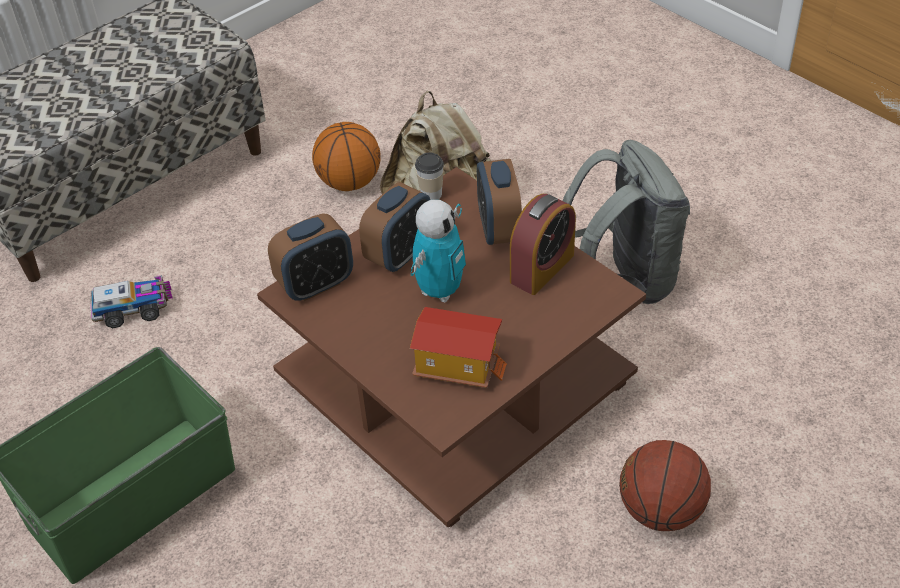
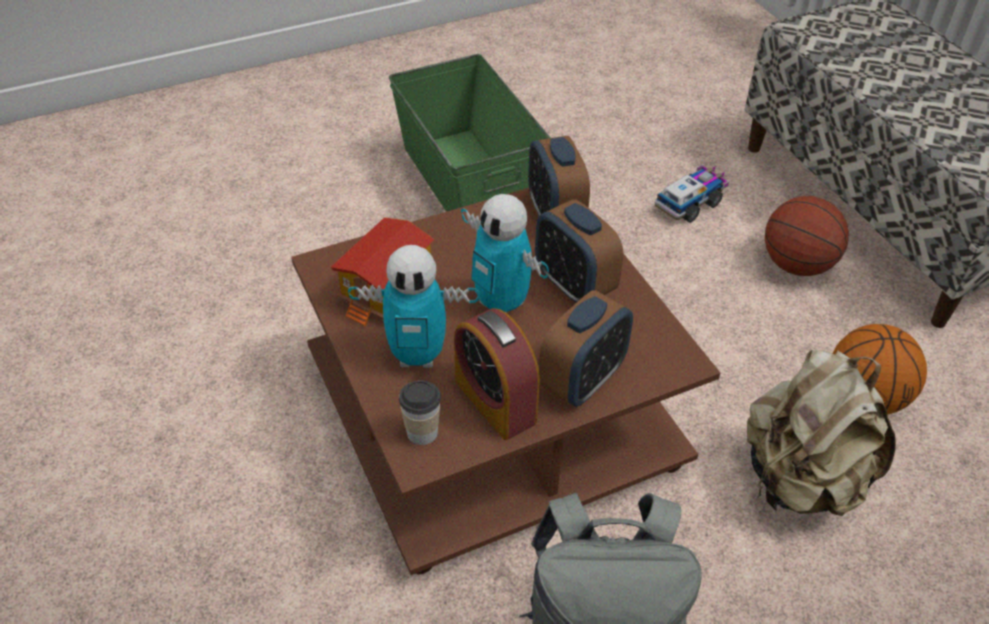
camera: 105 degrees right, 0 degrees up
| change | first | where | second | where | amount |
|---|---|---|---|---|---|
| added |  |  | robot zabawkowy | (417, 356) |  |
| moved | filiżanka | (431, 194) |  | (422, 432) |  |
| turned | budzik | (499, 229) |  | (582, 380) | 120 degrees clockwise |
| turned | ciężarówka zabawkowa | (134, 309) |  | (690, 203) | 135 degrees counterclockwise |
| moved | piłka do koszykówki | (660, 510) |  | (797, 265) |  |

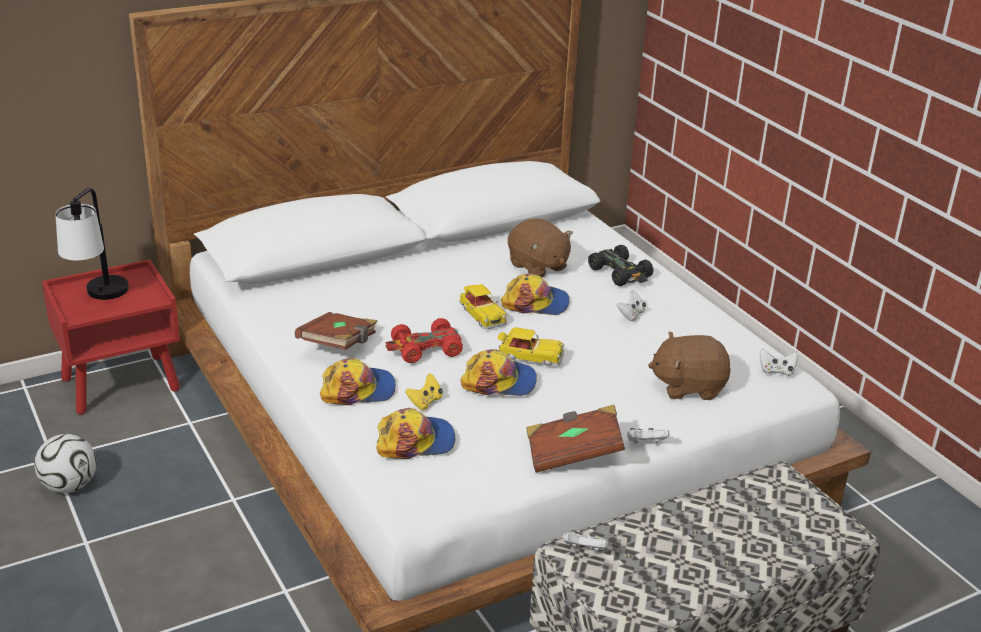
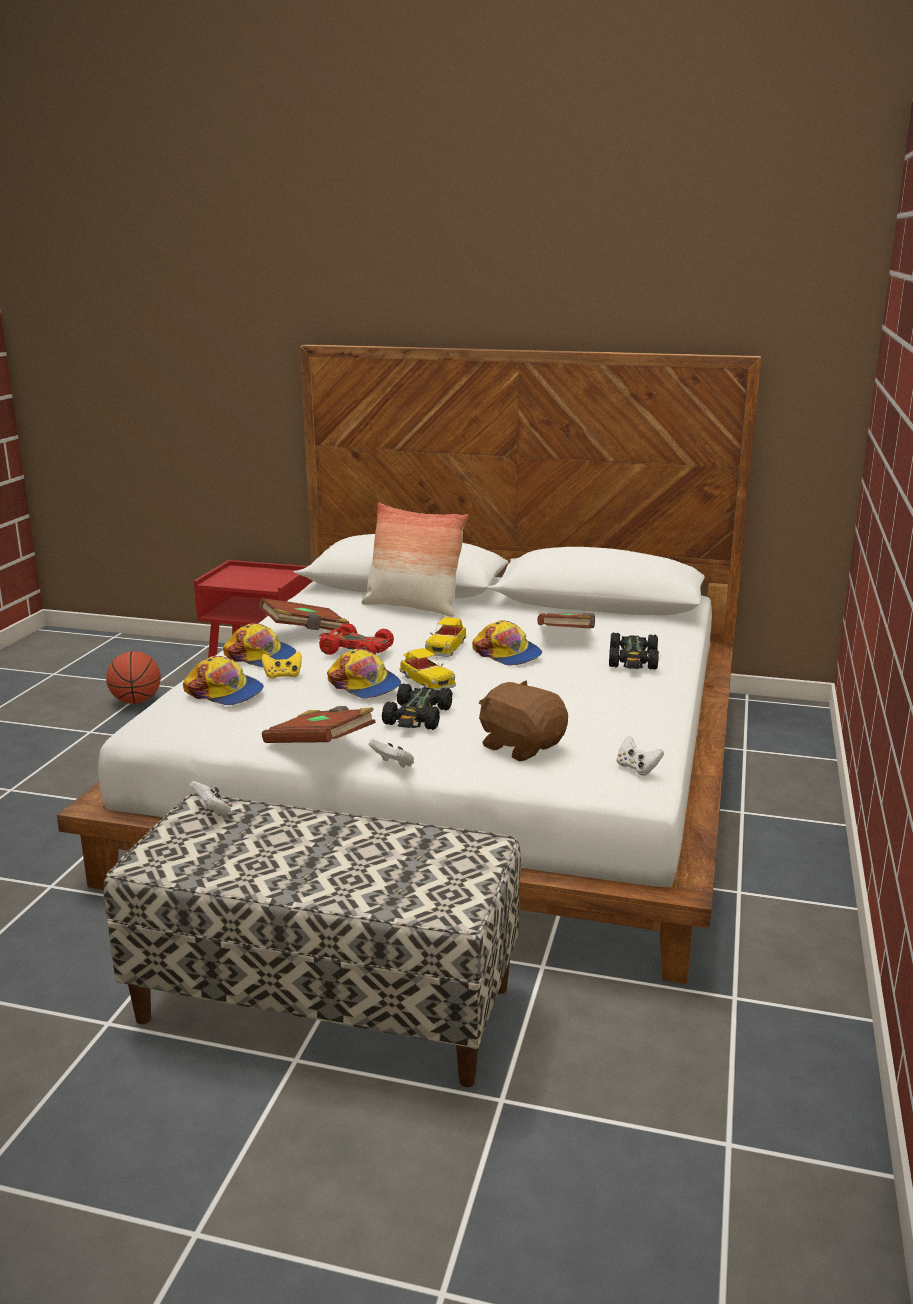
camera: 45 degrees right, 10 degrees down
| change | first | where | second | where | amount |
|---|---|---|---|---|---|
| replaced | piłka futbolowa | (69, 486) | piłka do koszykówki | (136, 701) |  |
| added |  |  | poduszka | (412, 607) |  |
| added |  |  | samochodzik (czarny) | (418, 717) |  |
| replaced | pluszak (brązowy) | (537, 266) | książka (brązowy) | (565, 636) |  |
| removed | lampa stołowa | (99, 299) |  |  |  |
| removed | pad do gier (biały) | (631, 315) |  |  |  |

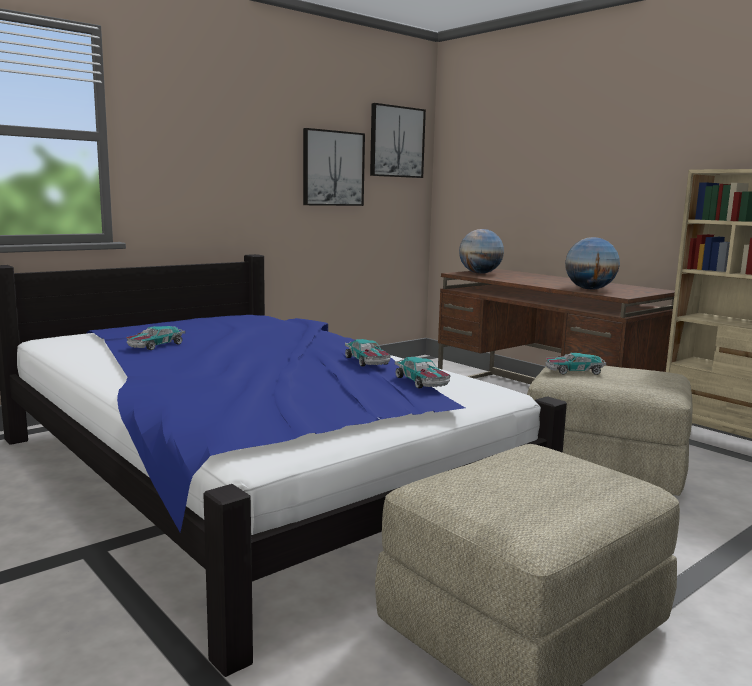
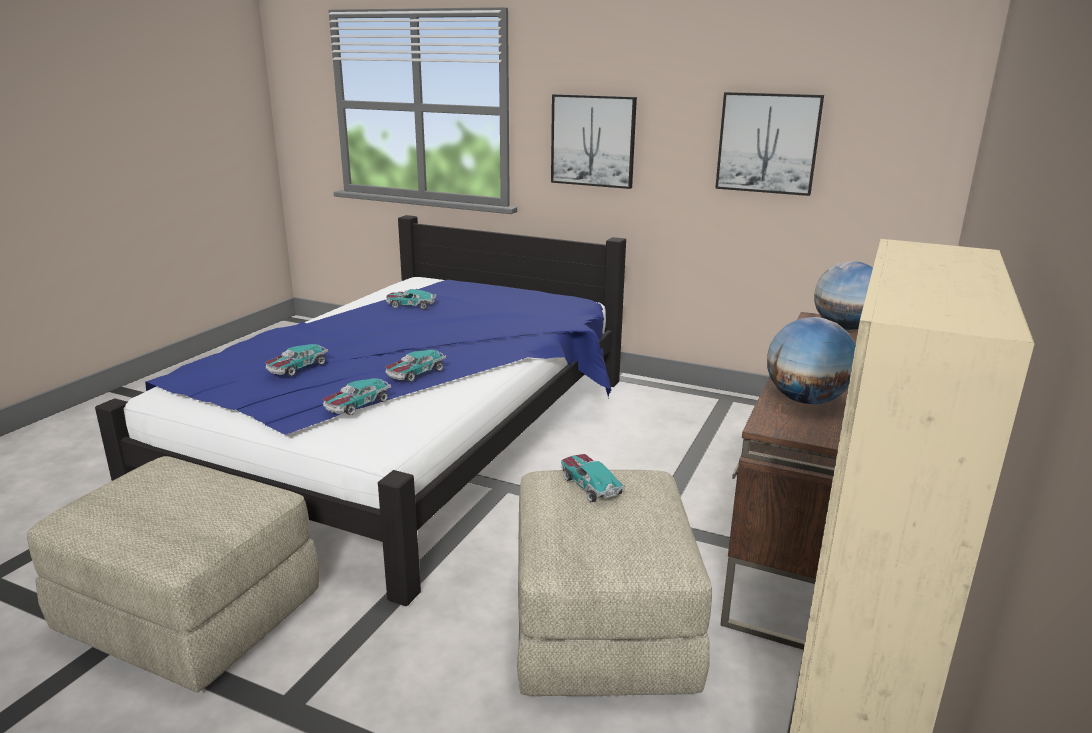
camera: 65 degrees right, 10 degrees up
| change | first | where | second | where | amount |
|---|---|---|---|---|---|
| added |  |  | samochodzik | (297, 367) |  |
| moved | obraz | (396, 142) |  | (593, 141) |  |

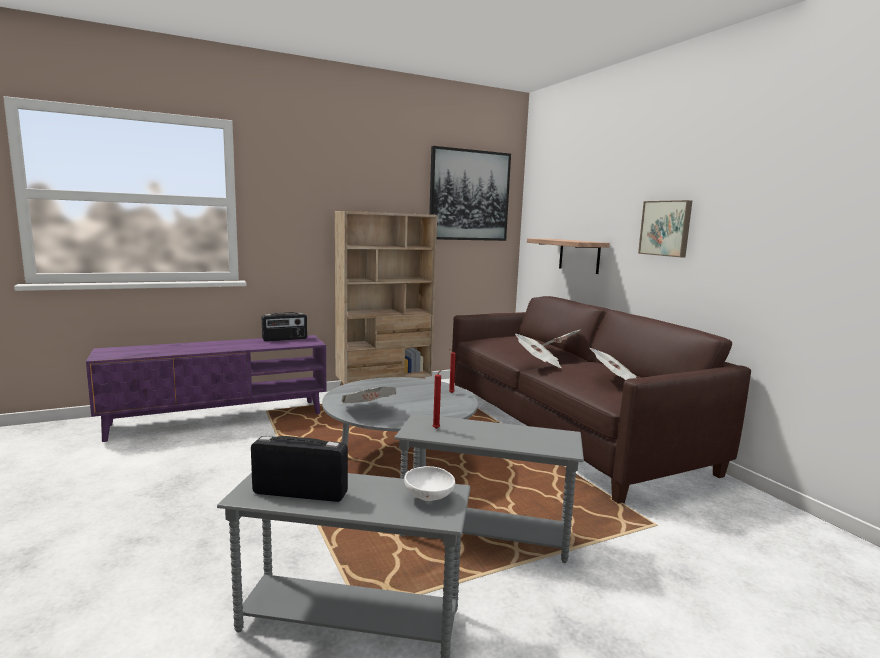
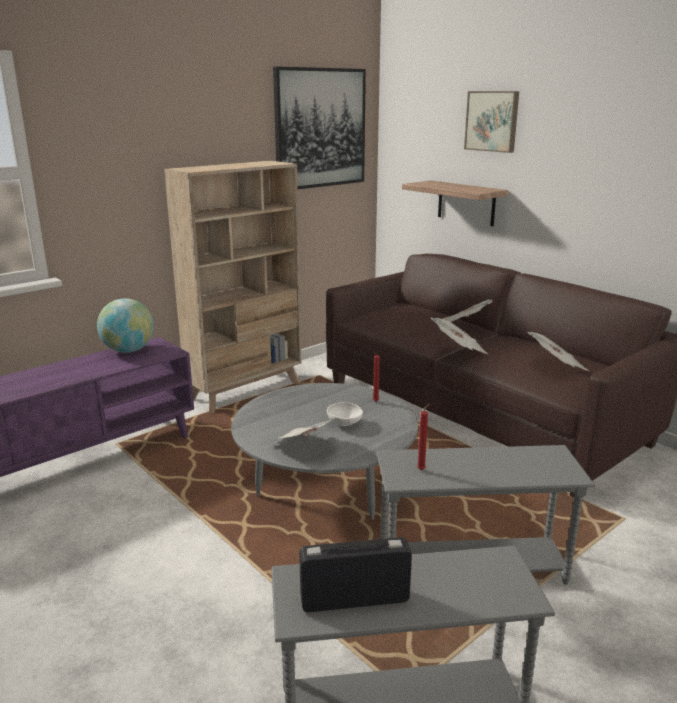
camera: 15 degrees left, 10 degrees up
| change | first | where | second | where | amount |
|---|---|---|---|---|---|
| replaced | radio | (285, 339) | globus | (128, 350) |  |
| moved | miska (biały) | (429, 498) |  | (345, 424) |  |
| moved | obraz | (666, 228) |  | (492, 121) |  |

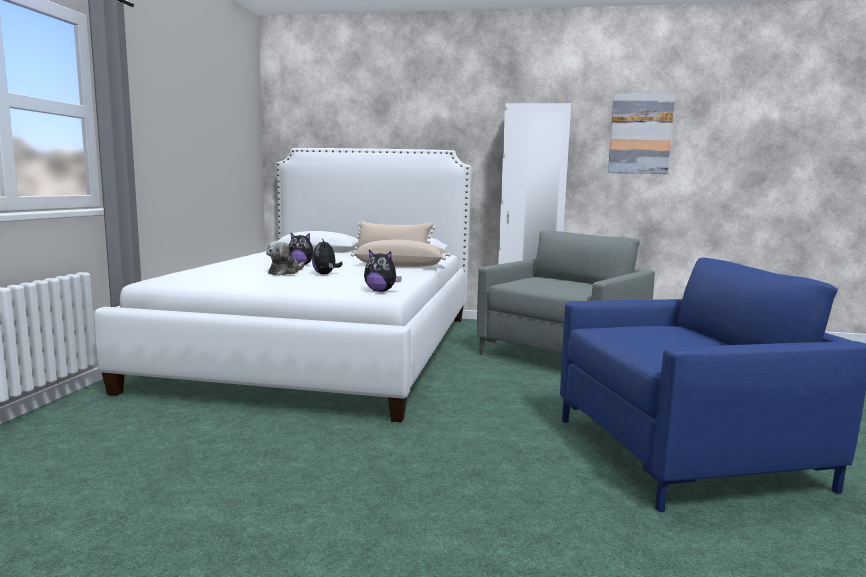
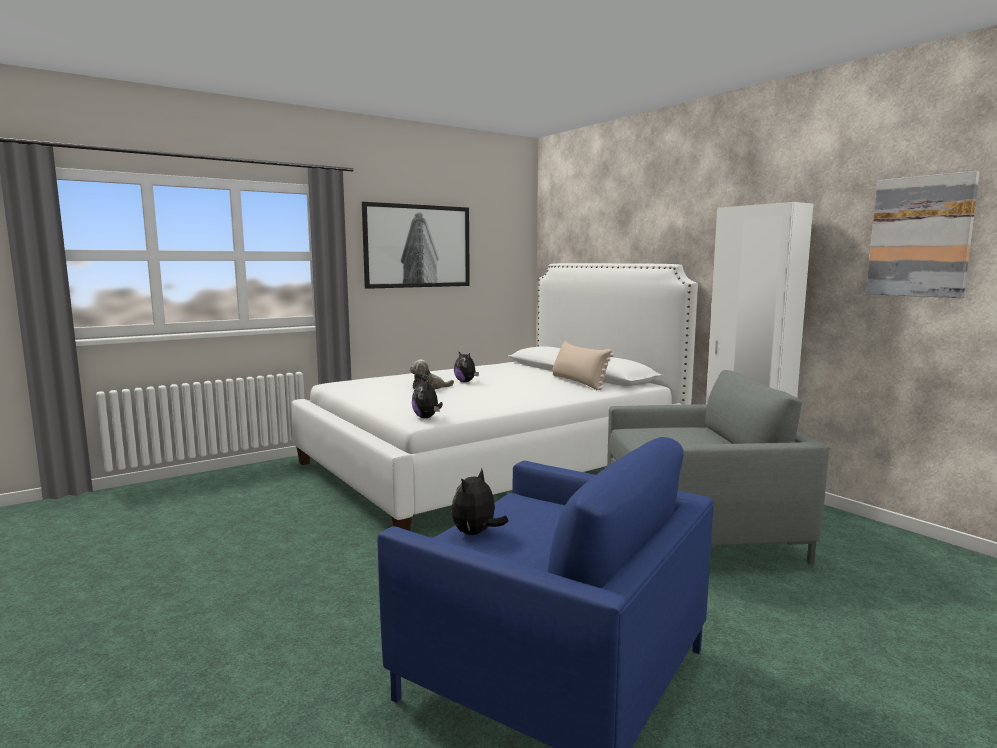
camera: 45 degrees right, 0 degrees up
| change | first | where | second | where | amount |
|---|---|---|---|---|---|
| added |  |  | obraz | (418, 246) |  |
| moved | pluszak | (325, 274) |  | (476, 533) |  |
| removed | poduszka (beżowy) | (401, 266) |  |  |  |

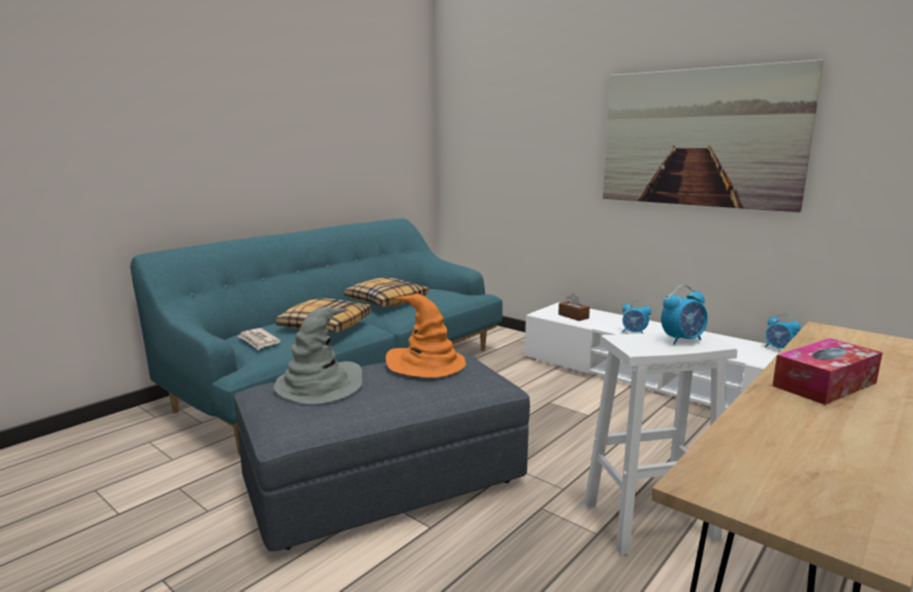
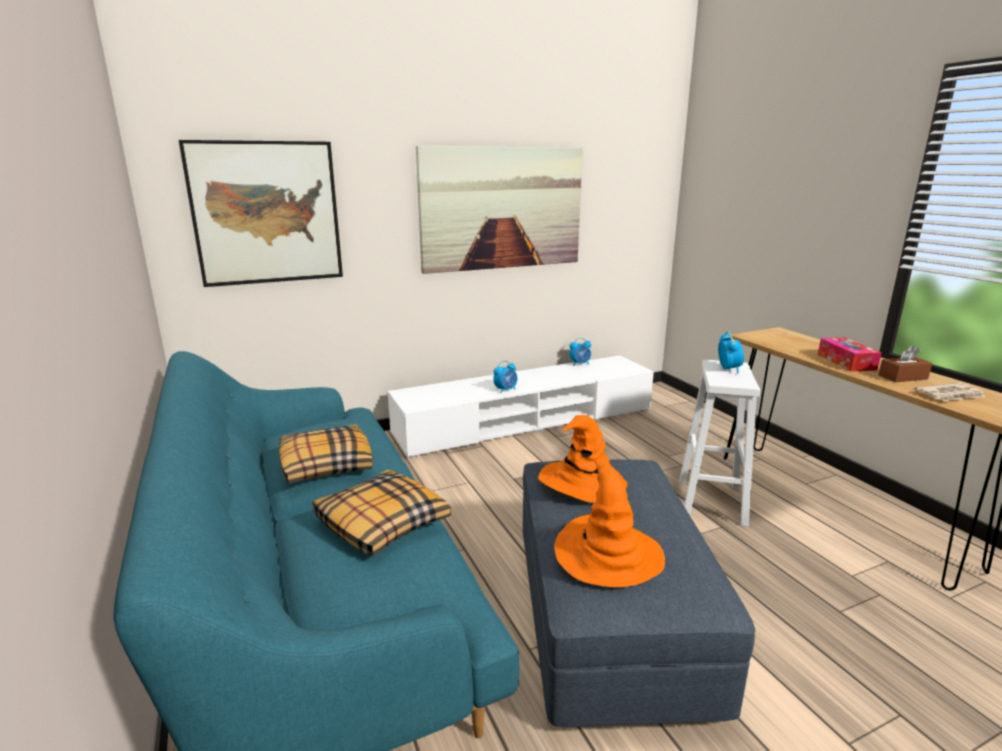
camera: 65 degrees left, 5 degrees up
| change | first | where | second | where | amount |
|---|---|---|---|---|---|
| added |  |  | obraz | (267, 213) |  |
| recoloured | kapelusz (szary) | (319, 385) | kapelusz (pomarańczowy) | (607, 555) |  |
| moved | pudełko chusteczek (brązowy) | (573, 316) |  | (902, 377) |  |
| moved | gazeta | (258, 341) |  | (950, 395) |  |

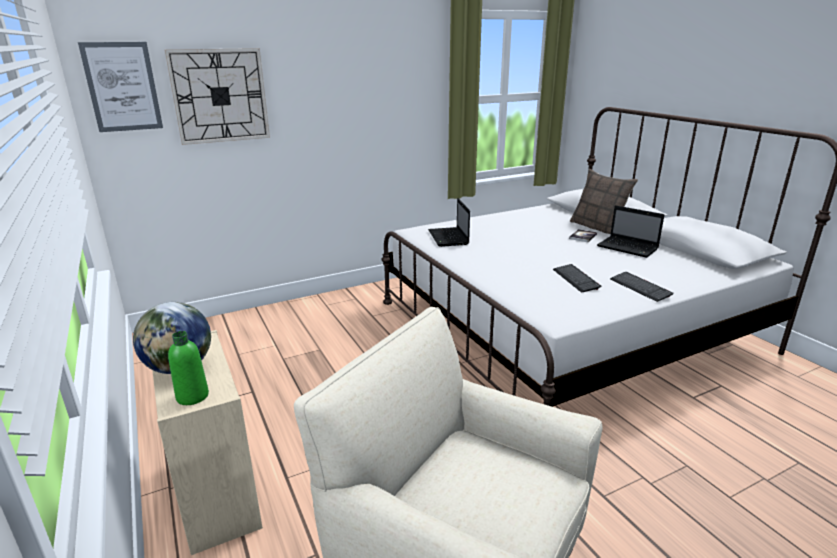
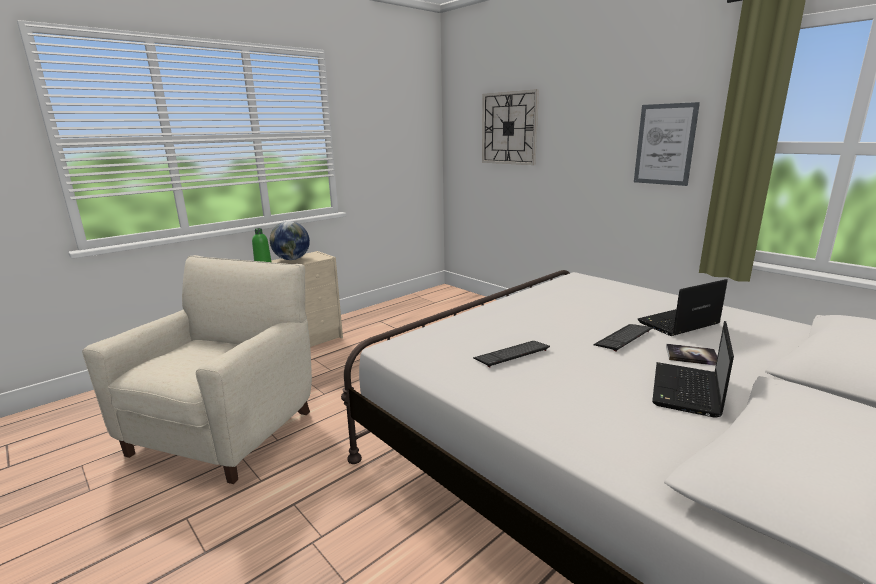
camera: 75 degrees right, 5 degrees down
| change | first | where | second | where | amount |
|---|---|---|---|---|---|
| moved | klawiatura | (640, 287) |  | (623, 338) |  |
| moved | obraz | (122, 87) |  | (665, 144) |  |
| moved | laptop | (449, 238) |  | (677, 324) |  |
| removed | poduszka | (598, 227) |  |  |  |

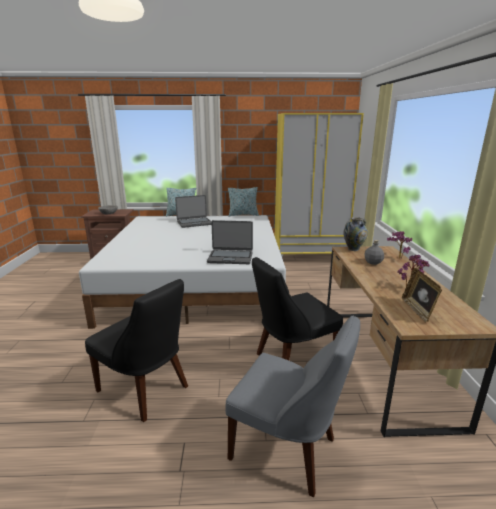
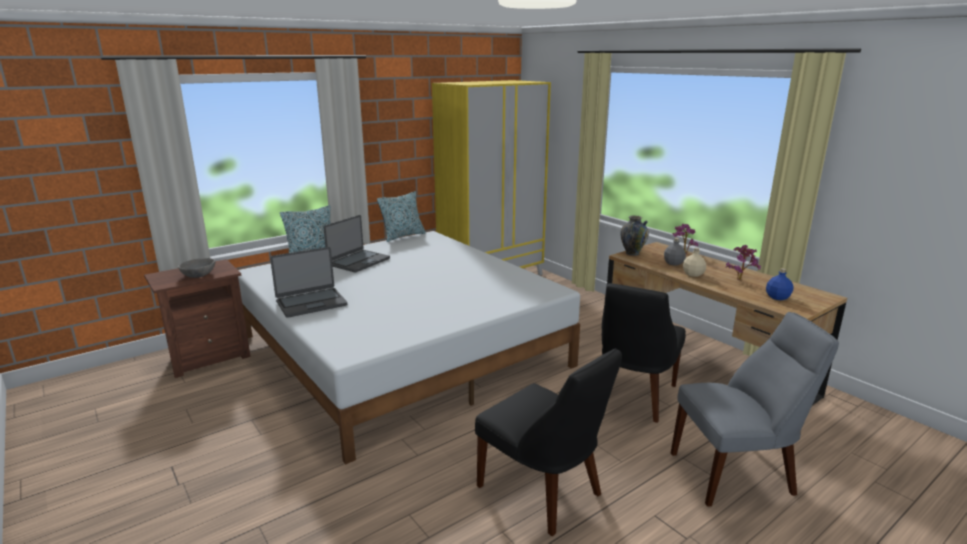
camera: 35 degrees left, 0 degrees up
| change | first | where | second | where | amount |
|---|---|---|---|---|---|
| moved | laptop | (230, 257) |  | (311, 303) |  |
| turned | krzesło (czarny) | (146, 390) |  | (543, 493) | 45 degrees clockwise |
| added |  |  | butelka (beżowy) | (693, 274) |  |
| replaced | ramka na zdjęcie | (418, 310) | butelka (niebieski) | (778, 297) |  |

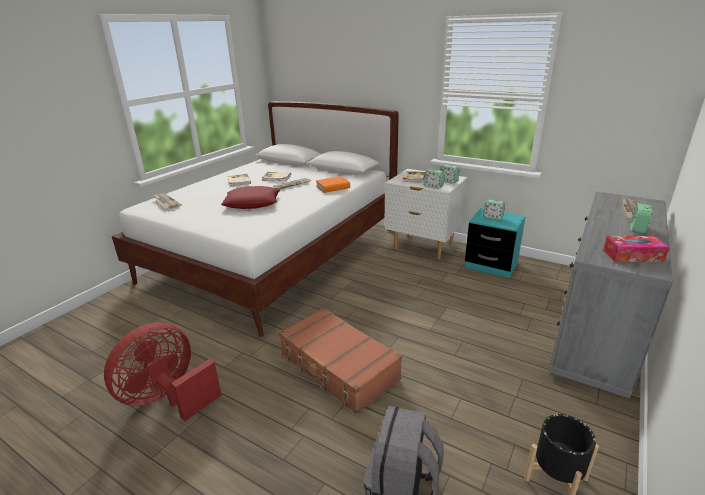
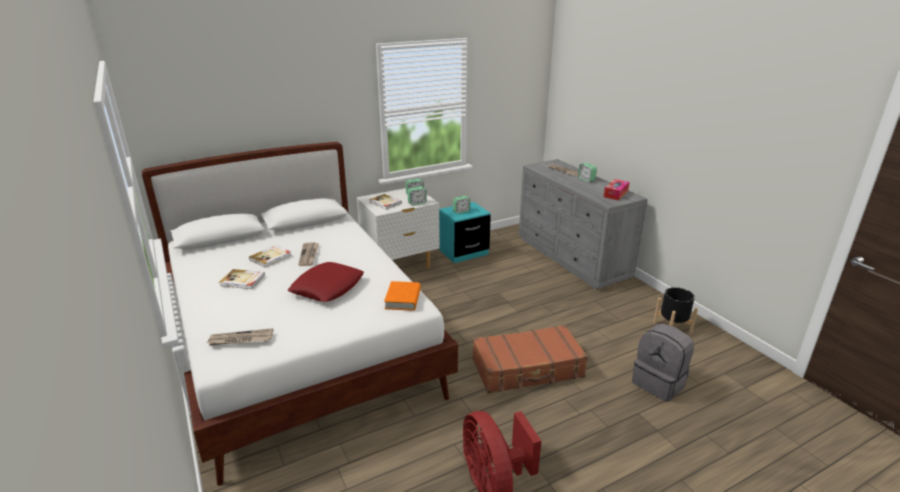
camera: 60 degrees left, 0 degrees up
| change | first | where | second | where | amount |
|---|---|---|---|---|---|
| moved | książka (pomarańczowy) | (333, 187) |  | (403, 299) |  |

